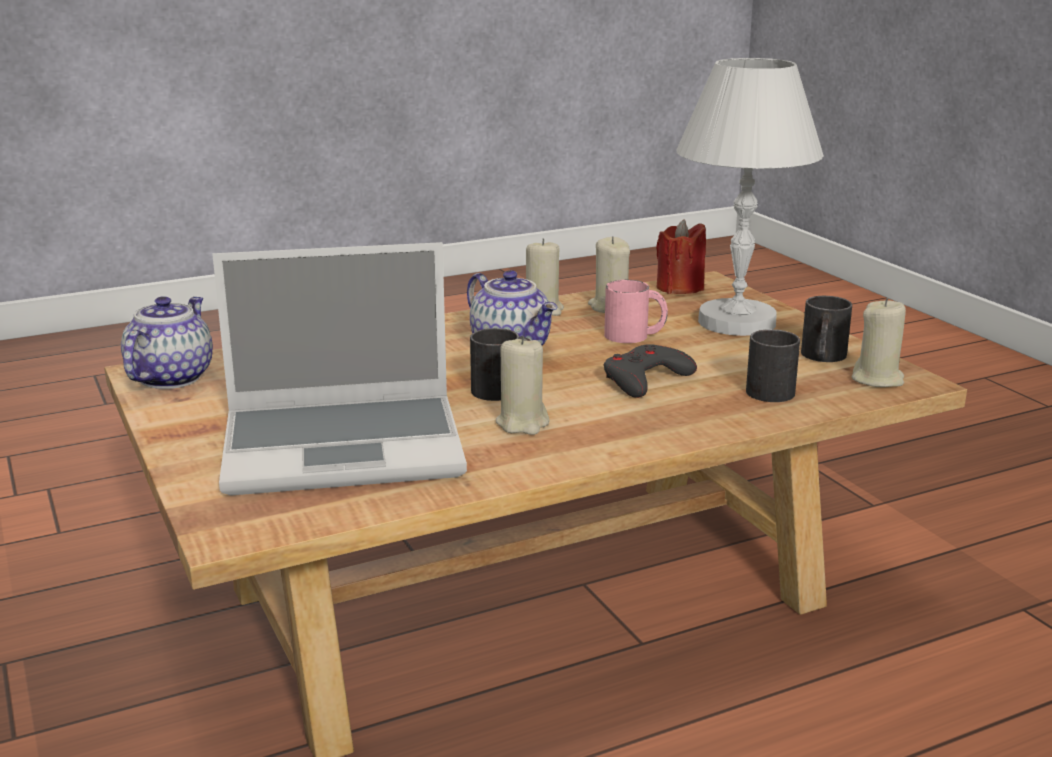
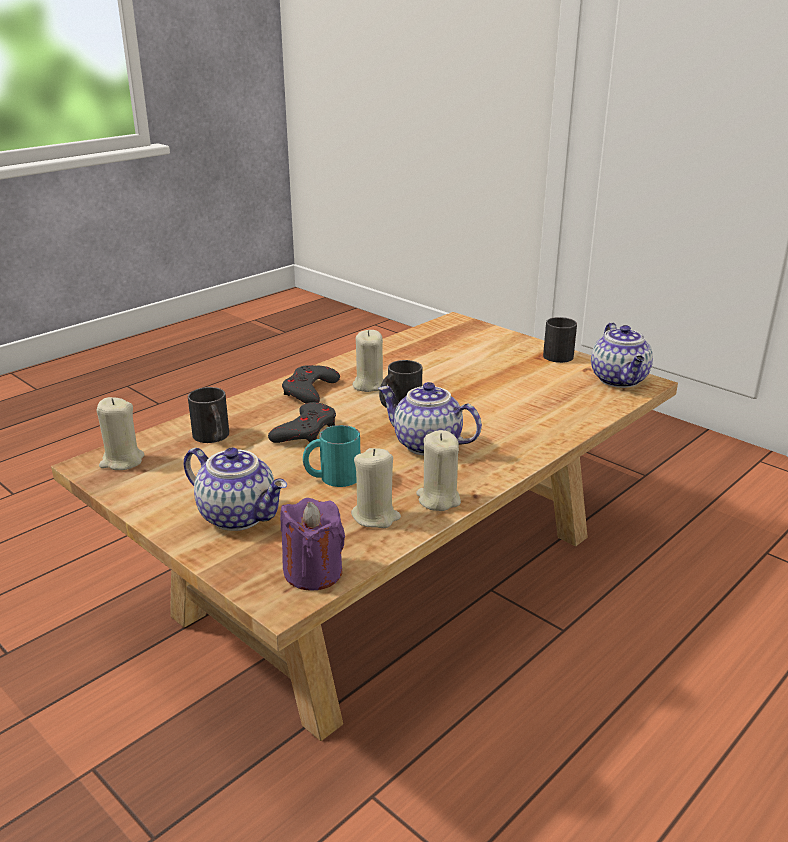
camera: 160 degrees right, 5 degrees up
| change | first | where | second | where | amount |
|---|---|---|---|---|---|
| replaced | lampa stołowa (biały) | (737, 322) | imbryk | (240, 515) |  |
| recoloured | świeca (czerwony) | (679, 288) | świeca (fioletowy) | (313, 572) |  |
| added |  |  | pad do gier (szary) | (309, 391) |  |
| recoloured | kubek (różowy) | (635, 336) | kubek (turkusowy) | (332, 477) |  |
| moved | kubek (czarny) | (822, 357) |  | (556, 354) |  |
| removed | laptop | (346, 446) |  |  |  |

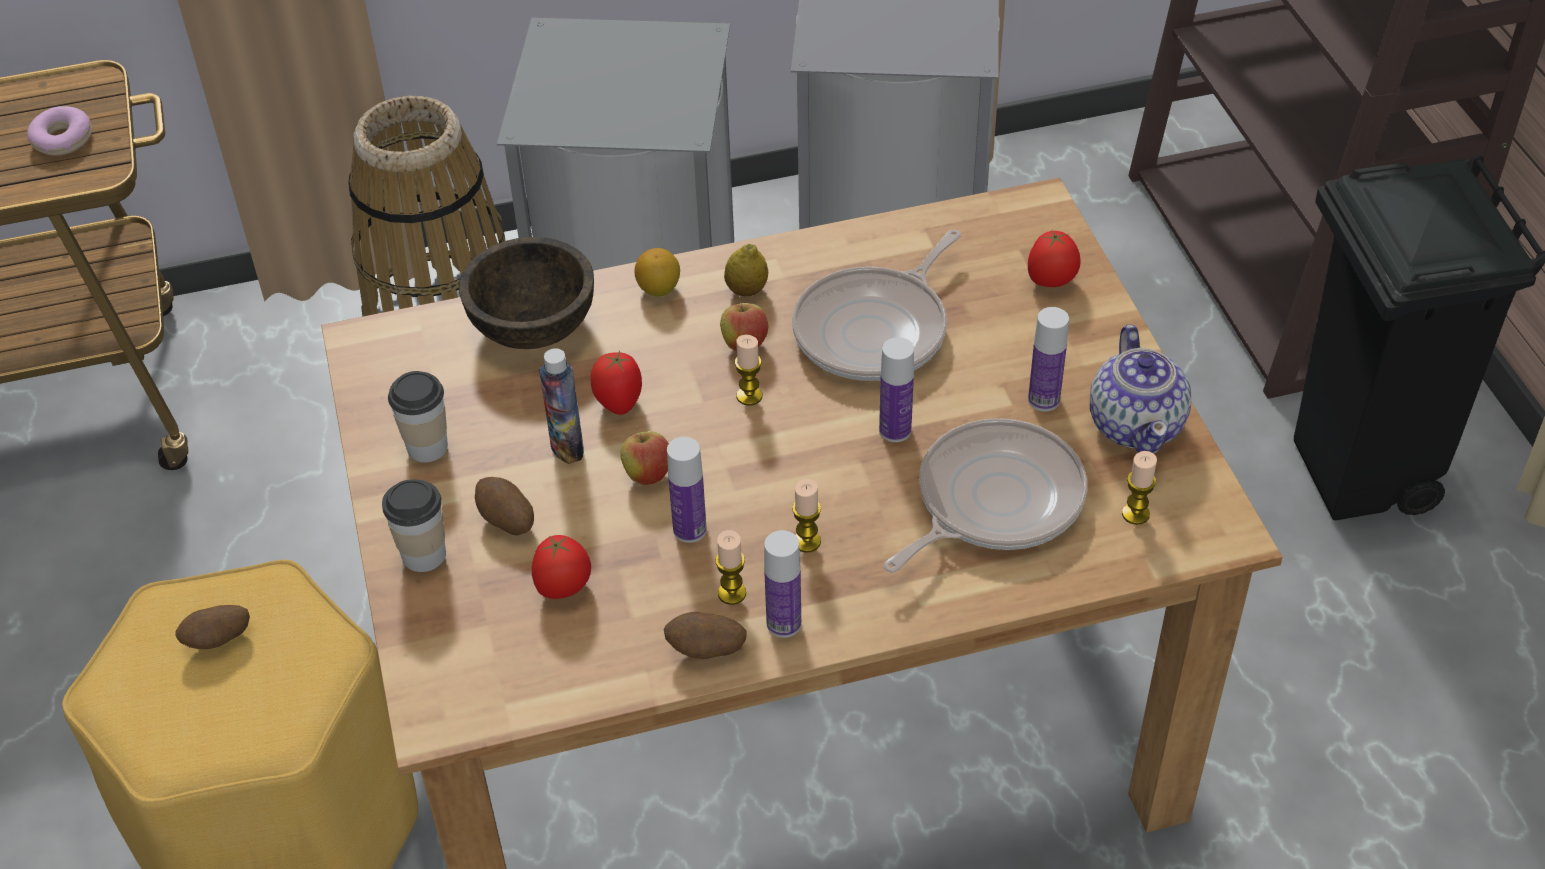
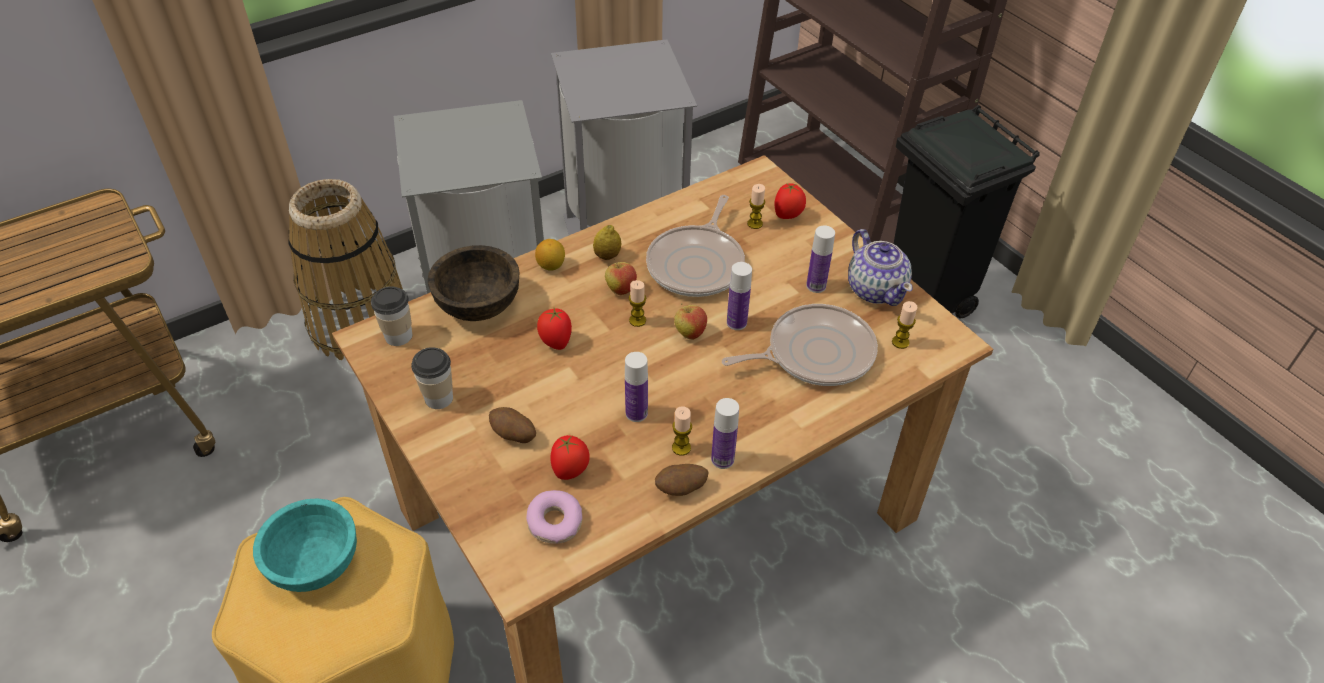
camera: 20 degrees left, 0 degrees up
| change | first | where | second | where | amount |
|---|---|---|---|---|---|
| replaced | ziemniak | (218, 640) | miska (turkusowy) | (314, 564) |  |
| moved | filiżanka | (424, 555) |  | (398, 336) |  |
| moved | donut | (62, 140) |  | (555, 522) |  |
| moved | jabłko | (648, 475) |  | (690, 333) |  |
| turned | patelnia | (992, 501) |  | (814, 353) | 45 degrees clockwise |
| moved | świeca | (807, 541) |  | (755, 224) |  |
| removed | butelka | (567, 447) |  |  |  |

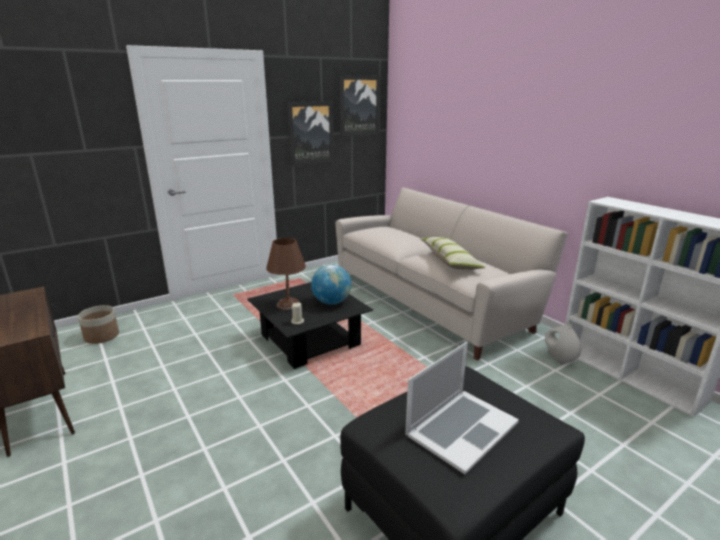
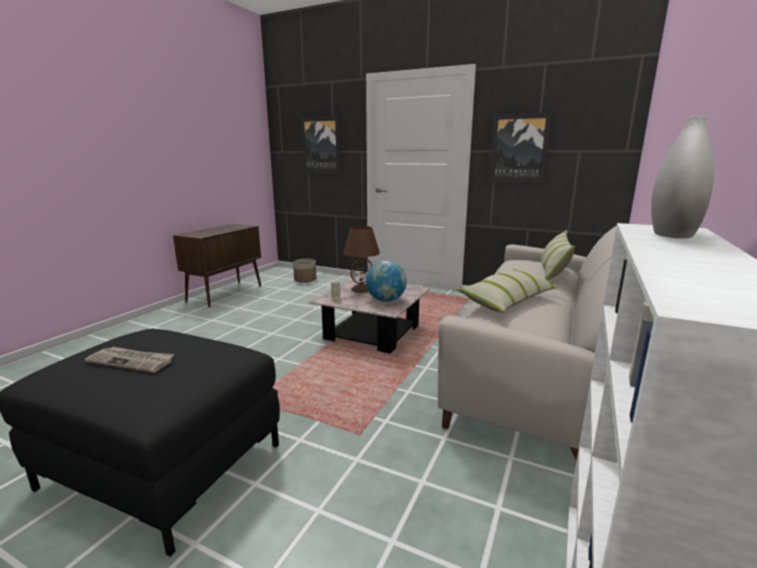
camera: 60 degrees right, 5 degrees down
| change | first | where | second | where | amount |
|---|---|---|---|---|---|
| replaced | laptop | (461, 428) | gazeta | (132, 361) |  |
| moved | obraz | (359, 106) |  | (321, 145) |  |
| recoloured | ława (czarny) | (310, 340) | ława (różowy) | (372, 332) |  |
| added |  |  | poduszka | (553, 271) |  |
| moved | wazon (biały) | (559, 358) |  | (672, 234) |  |

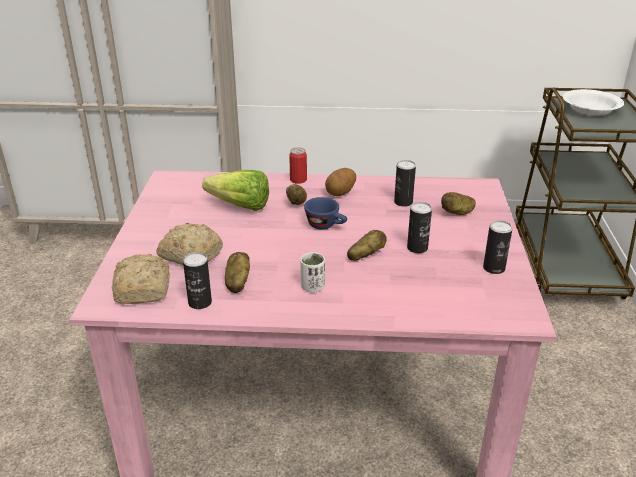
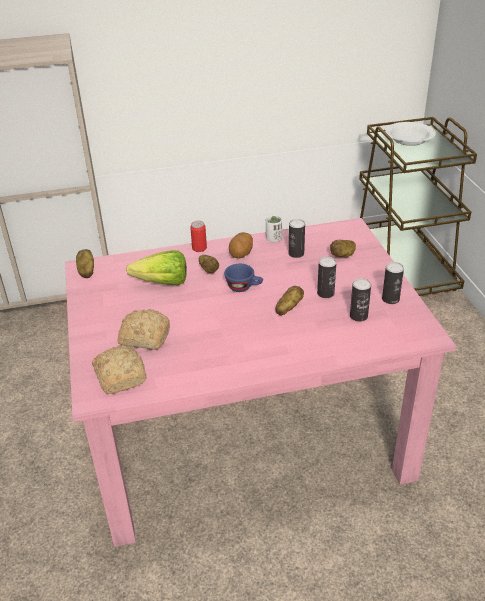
camera: 15 degrees left, 5 degrees up
| change | first | where | second | where | amount |
|---|---|---|---|---|---|
| moved | ziemniak | (237, 282) |  | (86, 271) |  |
| moved | filiżanka (biały) | (312, 287) |  | (273, 239) |  |
| moved | puszka | (200, 302) |  | (358, 316) |  |

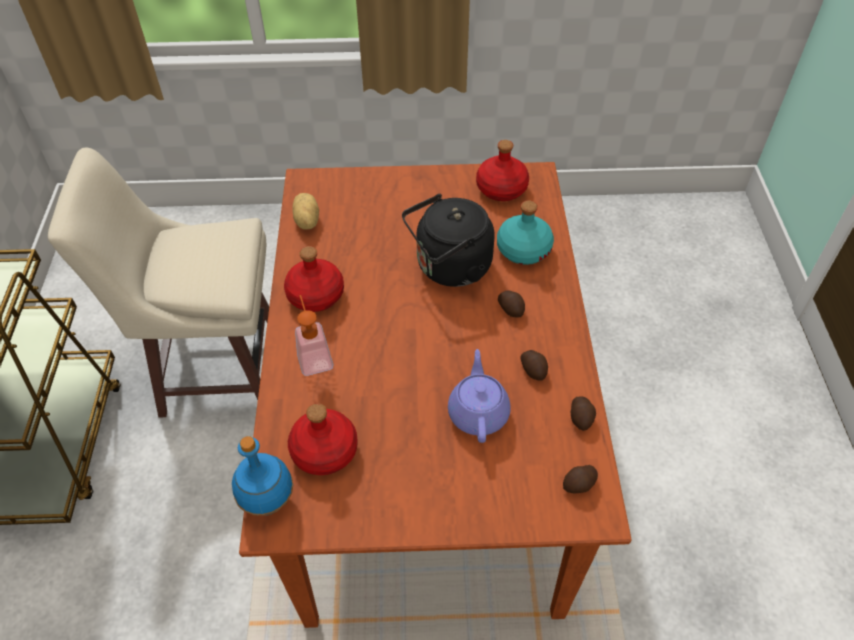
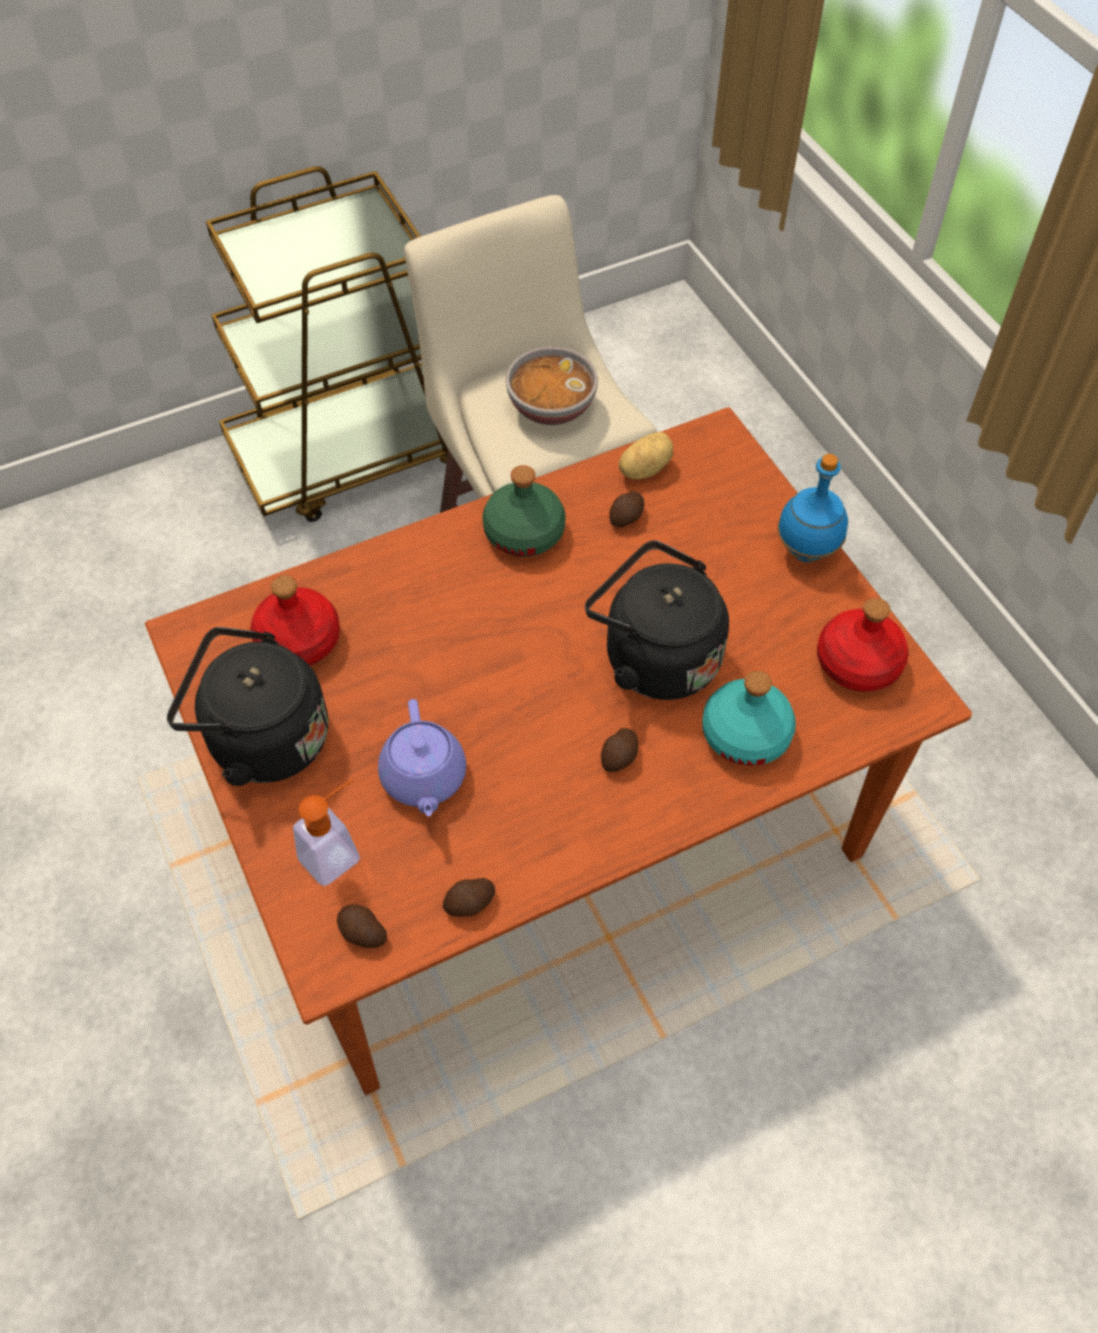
camera: 65 degrees right, 5 degrees up
| change | first | where | second | where | amount |
|---|---|---|---|---|---|
| added |  |  | czajnik (czarny) | (261, 739) |  |
| moved | dozownik mydła | (314, 356) |  | (338, 852) |  |
| turned | imbryk (fioletowy) | (478, 412) |  | (424, 778) | 105 degrees clockwise |
| recoloured | butelka (czerwony) | (315, 295) | butelka (zielony) | (524, 532) |  |
| added |  |  | miska | (550, 407) |  |
| moved | ziemniak | (533, 370) |  | (627, 517) |  |
| moved | butelka (niebieski) | (268, 500) |  | (806, 552) |  |

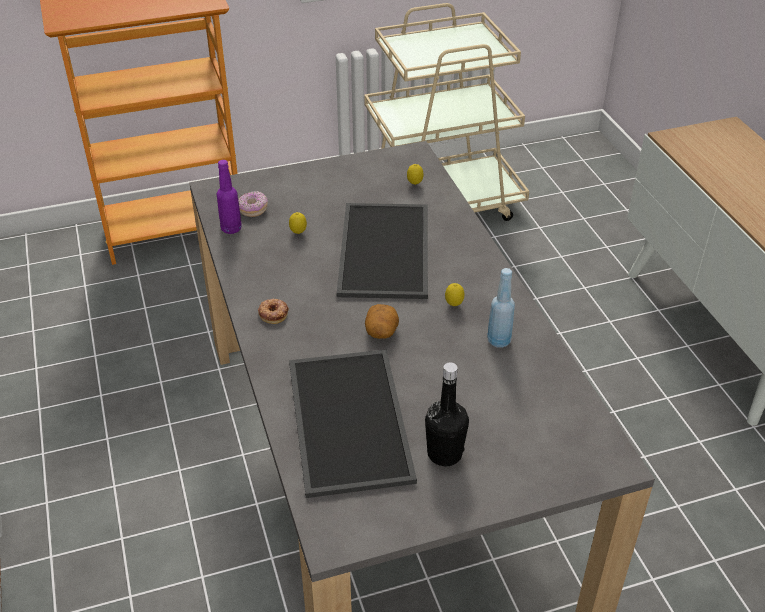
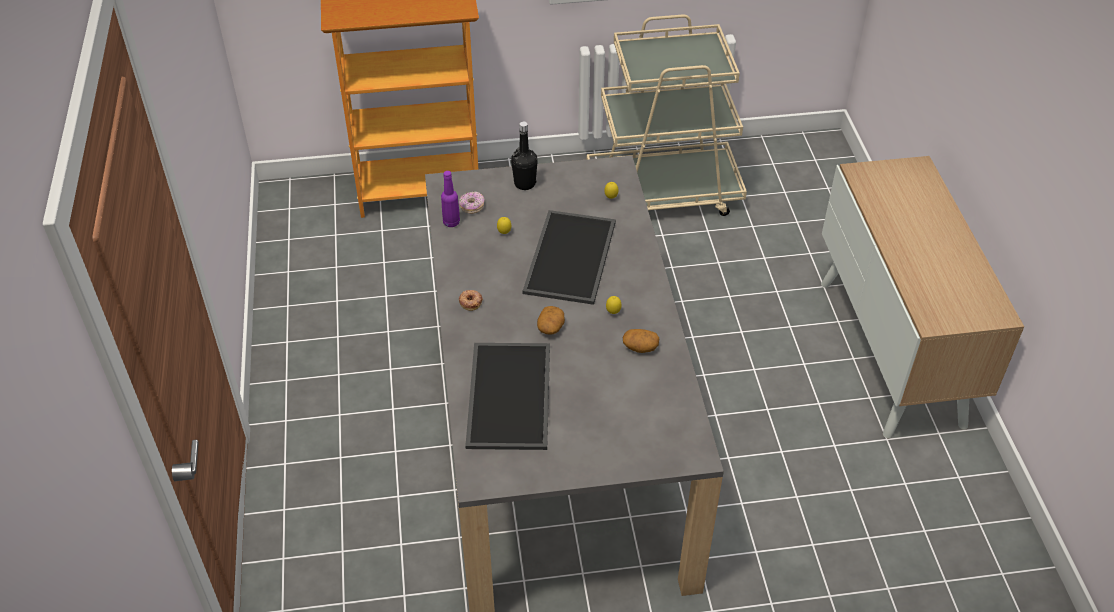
camera: 10 degrees right, 5 degrees up
| change | first | where | second | where | amount |
|---|---|---|---|---|---|
| moved | butelka (czarny) | (444, 454) |  | (524, 183) |  |
| replaced | butelka (niebieski) | (499, 340) | ziemniak | (640, 347) |  |

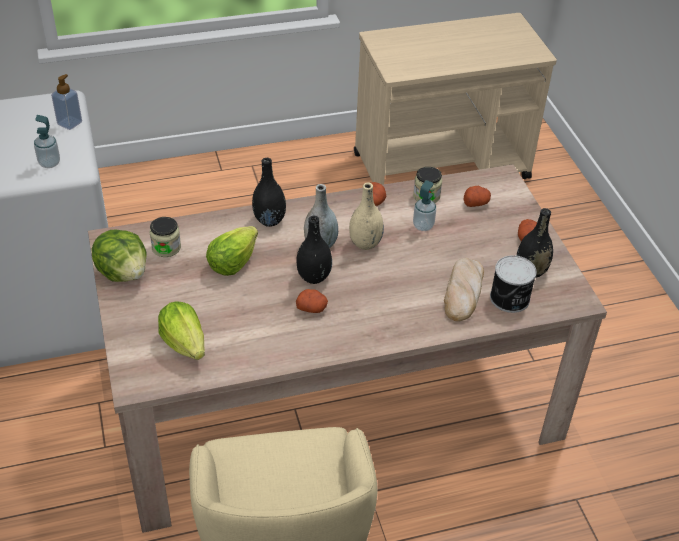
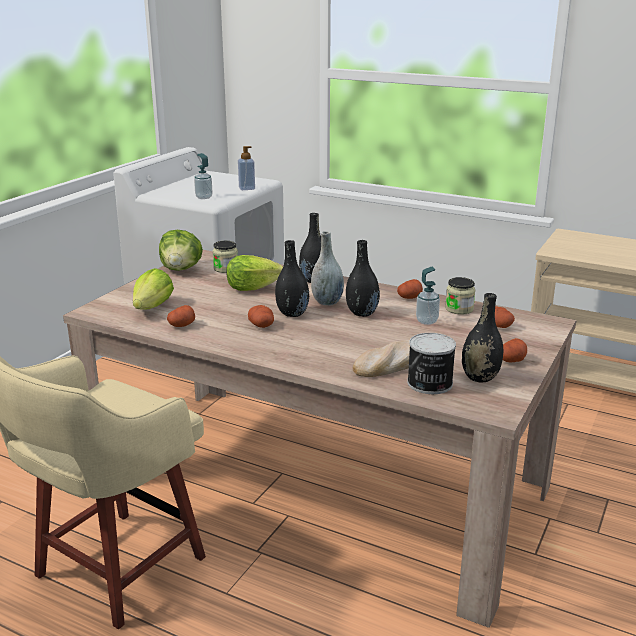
camera: 45 degrees right, 20 degrees down
| change | first | where | second | where | amount |
|---|---|---|---|---|---|
| added |  |  | ziemniak | (182, 325) |  |
| recoloured | wazon (beżowy) | (365, 243) | wazon (czarny) | (362, 313) |  |

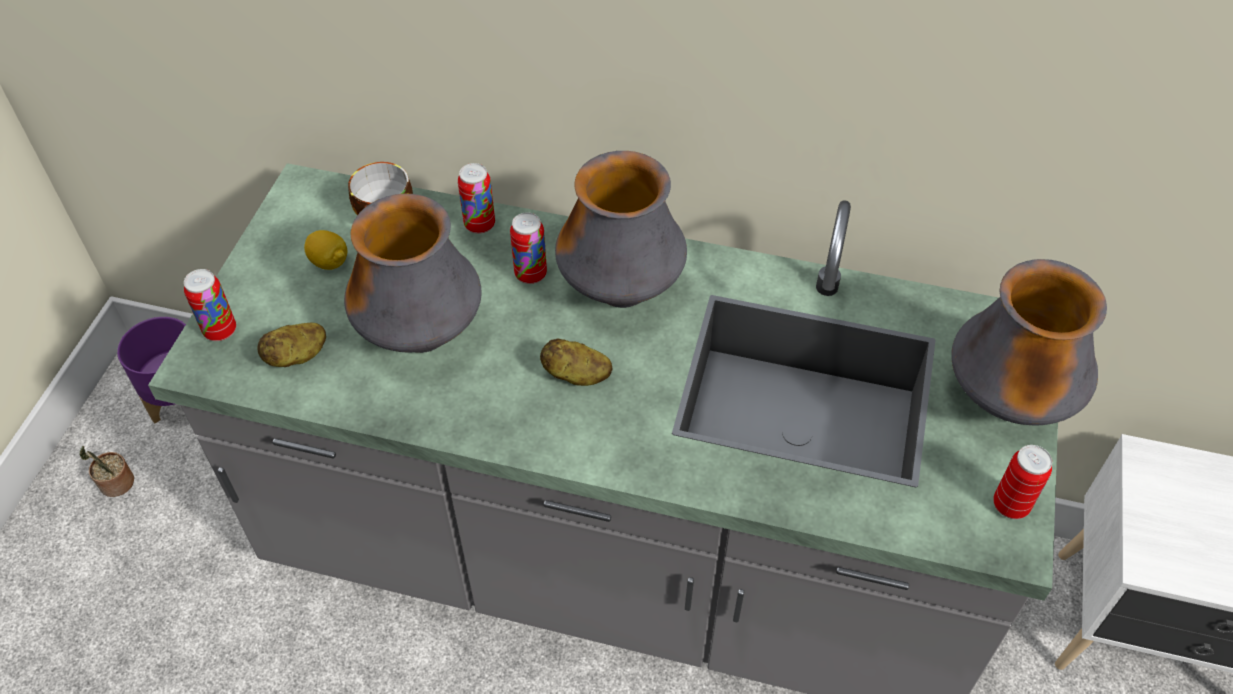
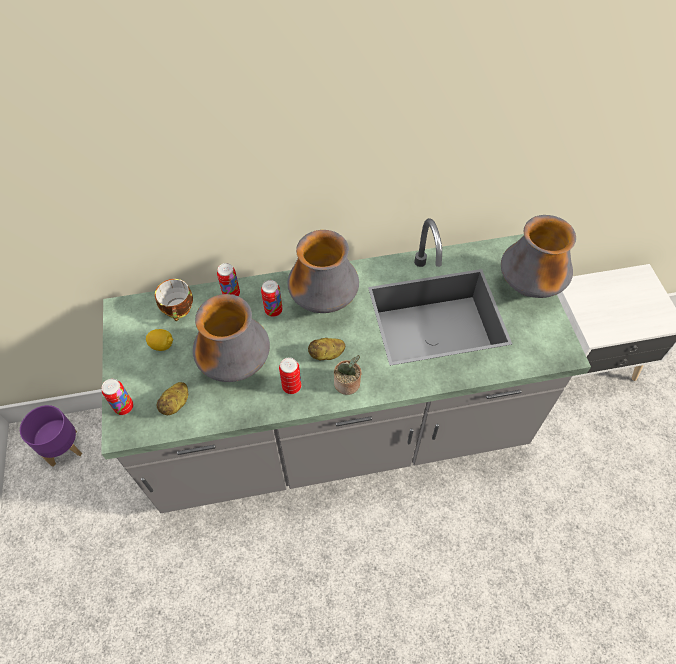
camera: 25 degrees left, 5 degrees up
| change | first | where | second | where | amount |
|---|---|---|---|---|---|
| moved | puszka | (1010, 505) |  | (291, 387) |  |
| moved | roślina doniczkowa | (116, 485) |  | (348, 384) |  |

